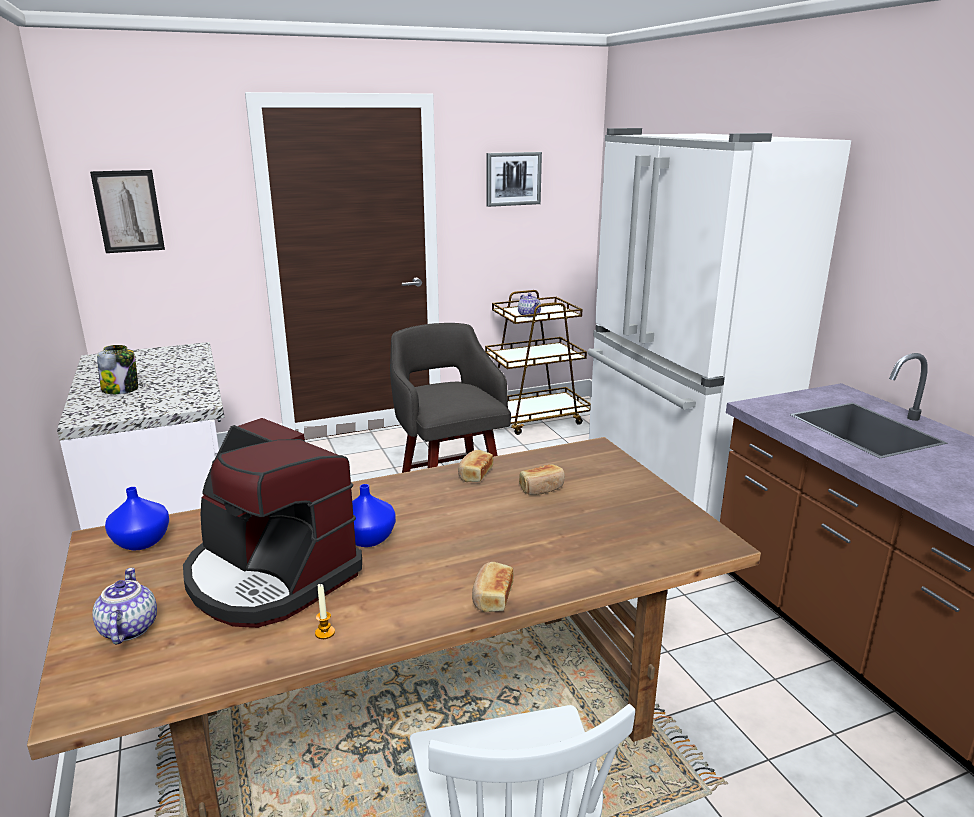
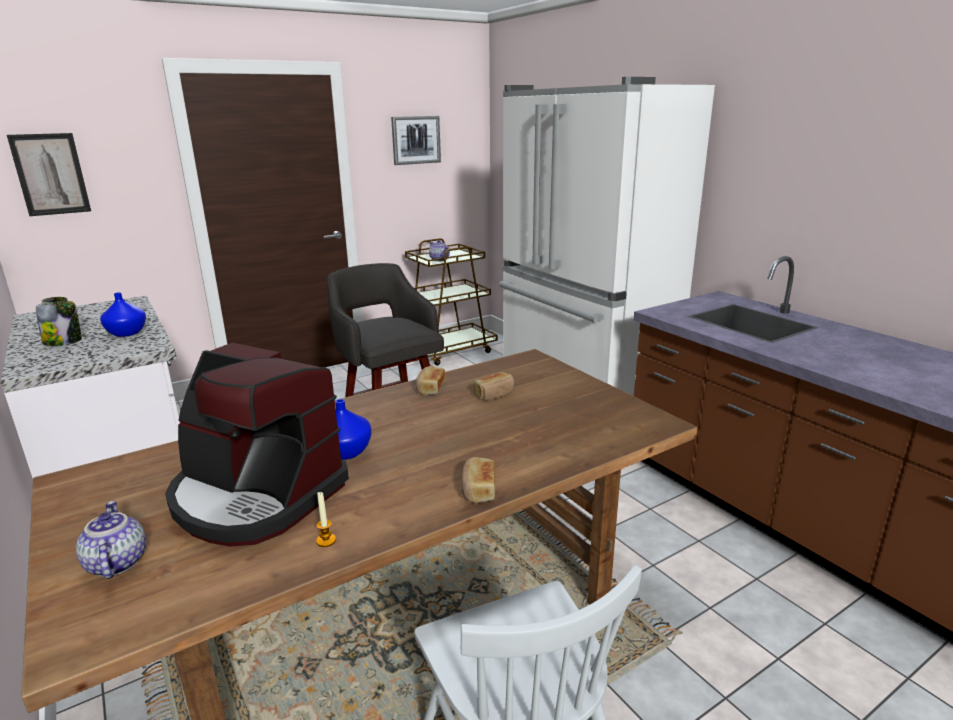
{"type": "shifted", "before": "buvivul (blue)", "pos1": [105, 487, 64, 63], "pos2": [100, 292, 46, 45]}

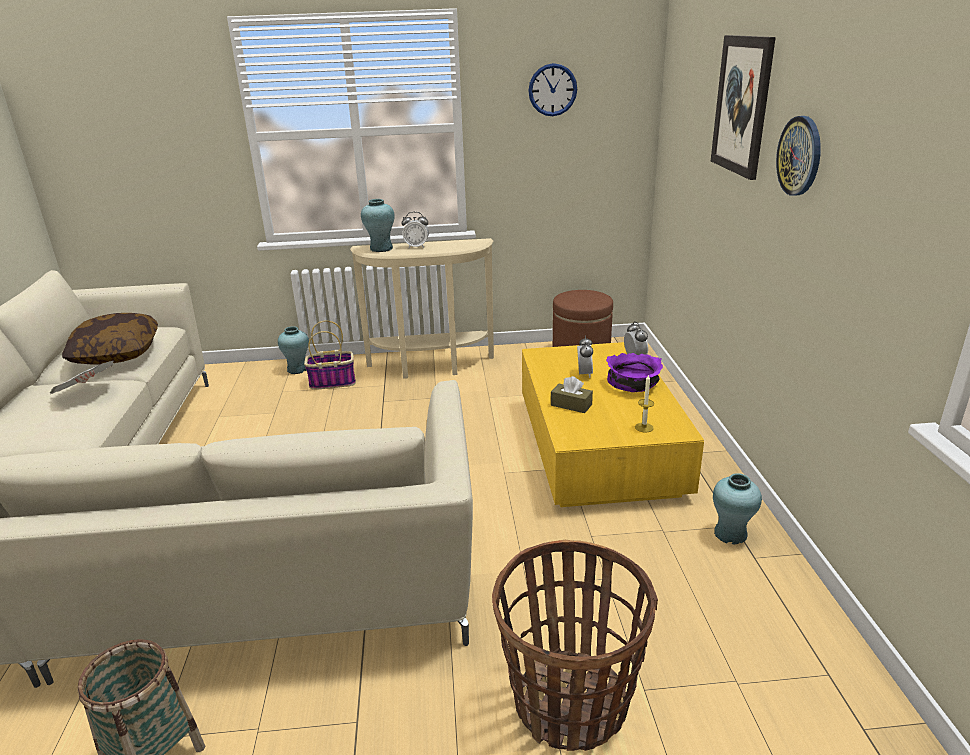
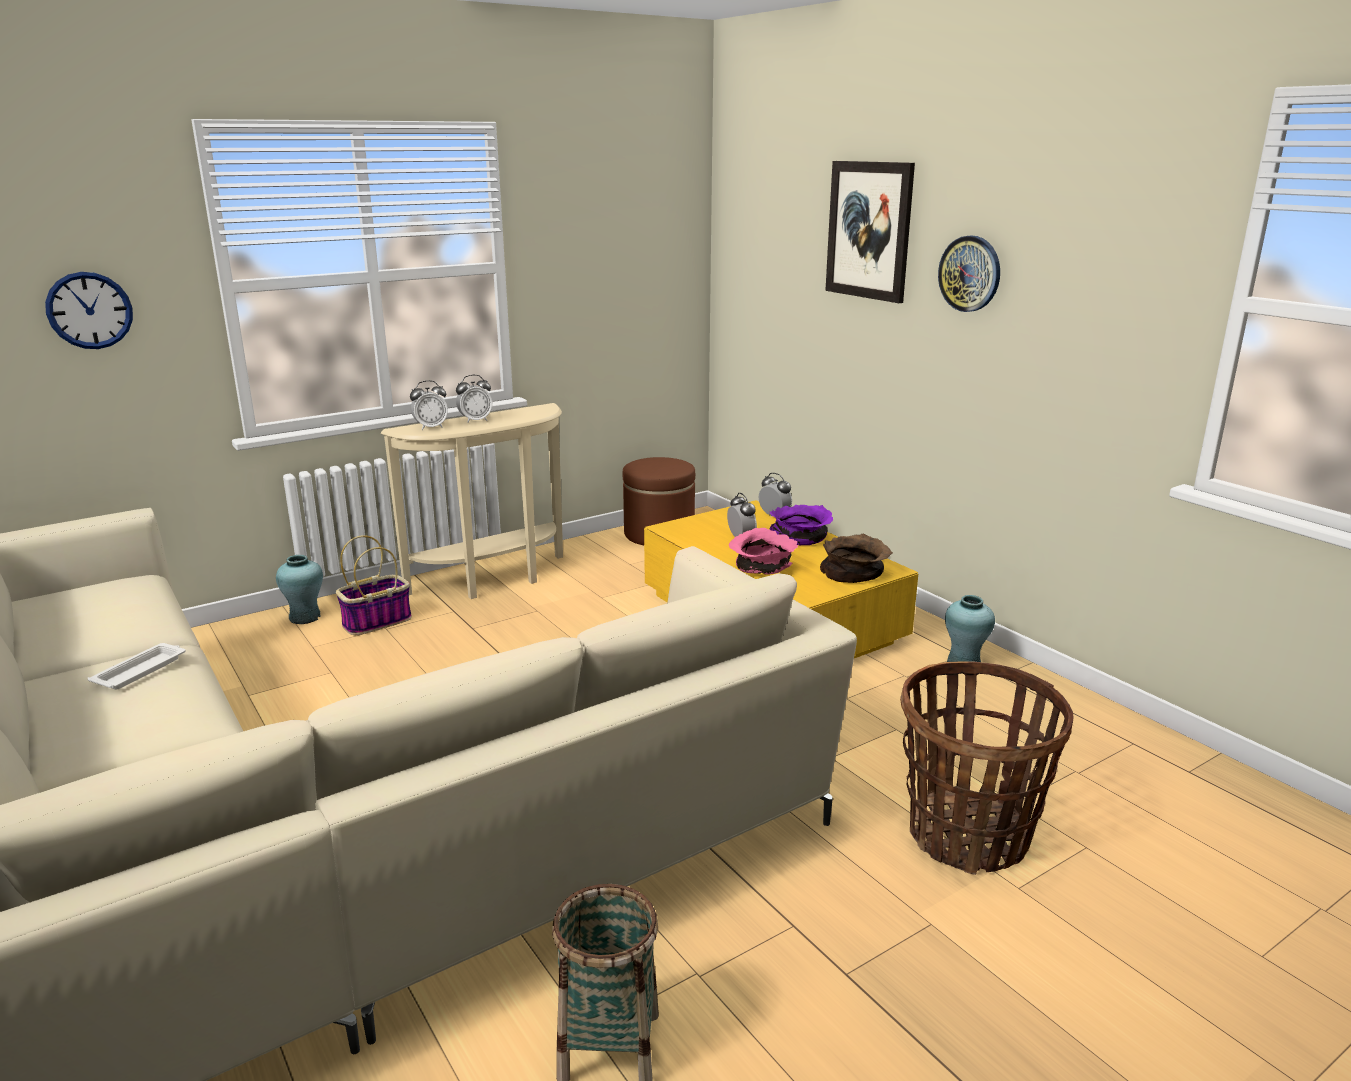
{"type": "shifted", "before": "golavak", "pos1": [528, 63, 49, 53], "pos2": [45, 272, 88, 77]}
{"type": "swapped", "before": "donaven", "after": "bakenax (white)", "pos1": [50, 361, 63, 33], "pos2": [88, 643, 98, 47]}
{"type": "swapped", "before": "buvivul (turquoise)", "after": "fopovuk", "pos1": [361, 199, 34, 53], "pos2": [410, 380, 38, 50]}
{"type": "swapped", "before": "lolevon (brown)", "after": "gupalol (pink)", "pos1": [551, 376, 42, 37], "pos2": [728, 528, 70, 46]}
{"type": "swapped", "before": "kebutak", "after": "gupalol (brown)", "pos1": [635, 374, 19, 58], "pos2": [820, 533, 73, 50]}
{"type": "gone", "before": "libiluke", "pos1": [62, 313, 96, 52]}

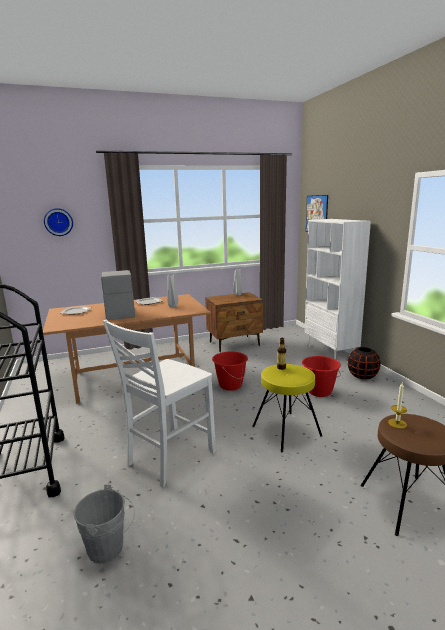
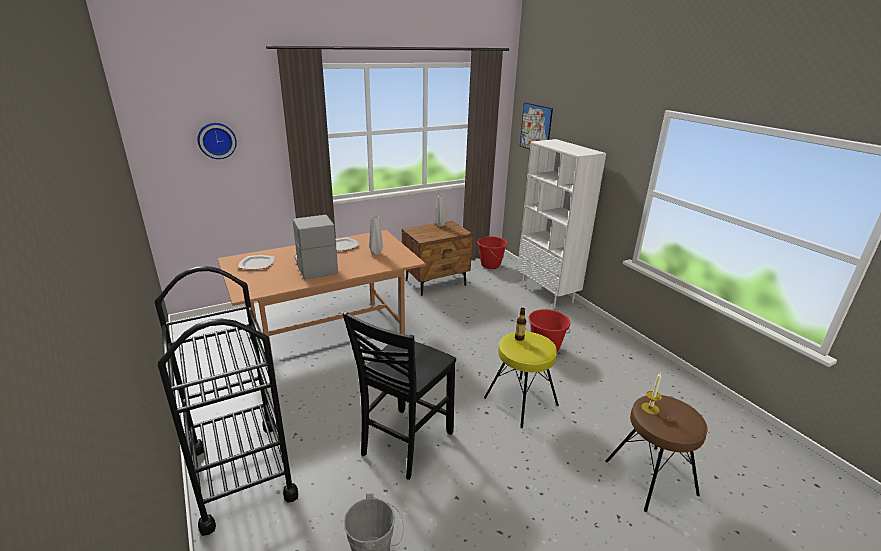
{"type": "repainted", "before": "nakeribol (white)", "after": "nakeribol (black)", "pos1": [103, 320, 113, 167], "pos2": [342, 311, 114, 169]}
{"type": "shifted", "before": "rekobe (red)", "pos1": [212, 352, 36, 39], "pos2": [477, 236, 31, 33]}
{"type": "gone", "before": "buvivul (black)", "pos1": [348, 347, 33, 33]}

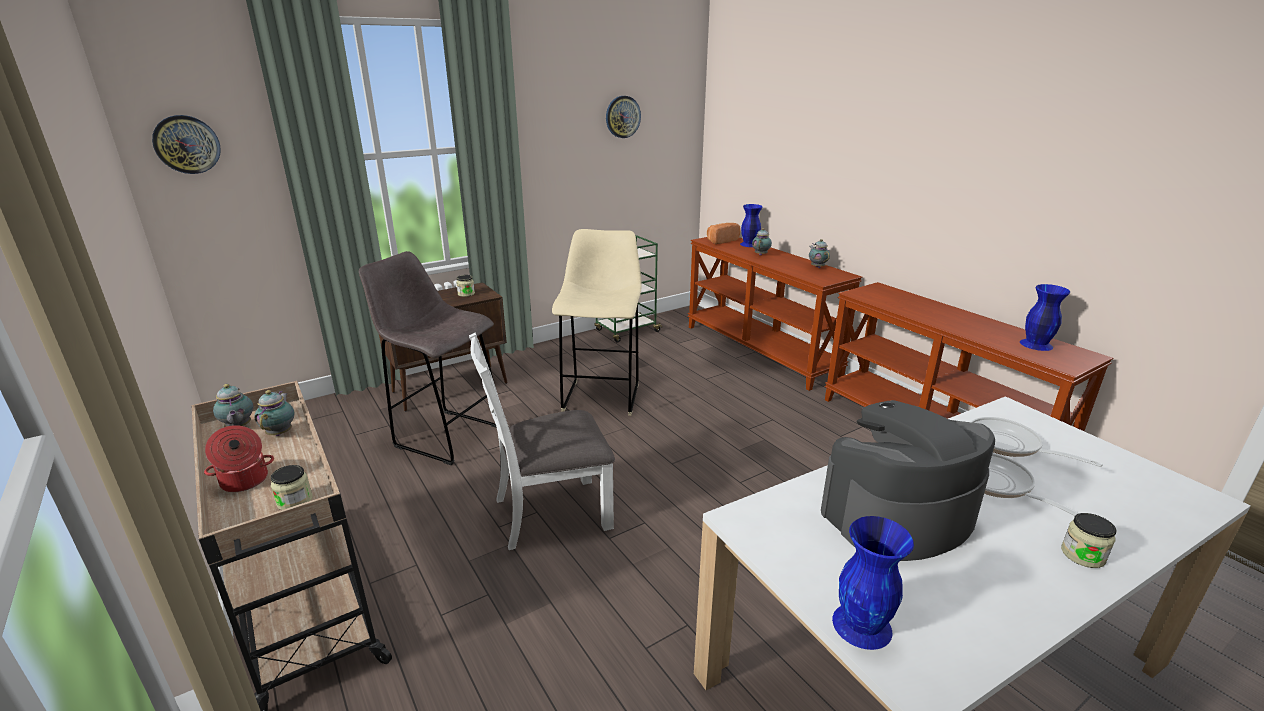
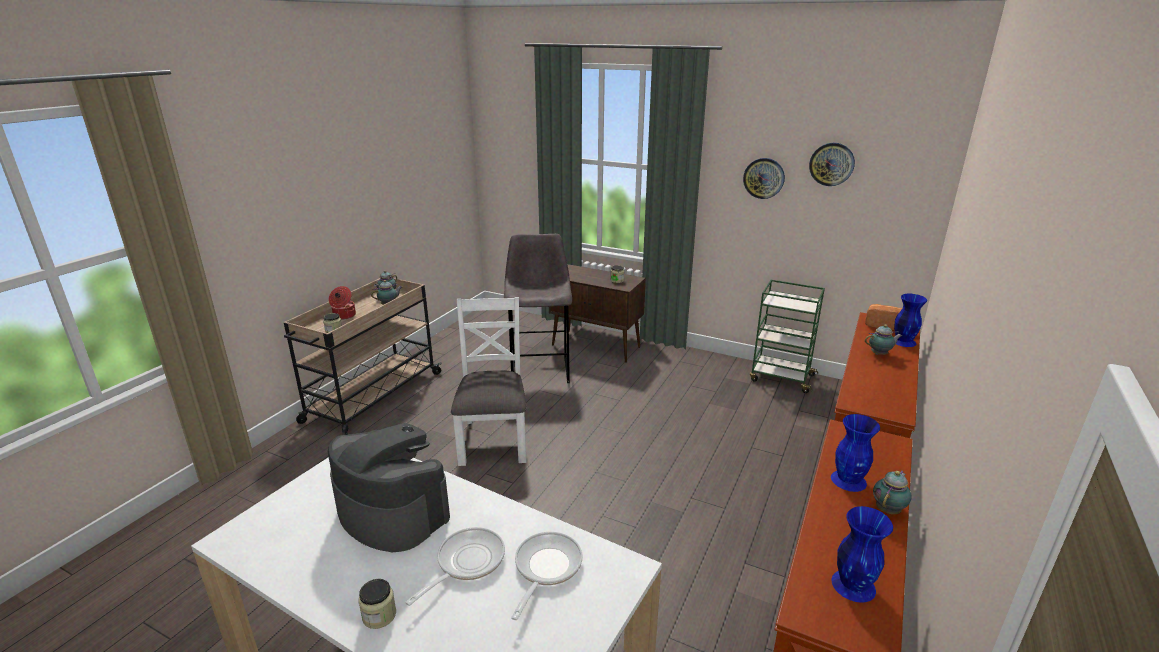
{"type": "rotated", "before": "nakeribol (white)", "pos1": [469, 333, 146, 217], "pos2": [451, 297, 76, 169], "turn": 45}
{"type": "shifted", "before": "golavak", "pos1": [152, 115, 69, 59], "pos2": [743, 158, 42, 41]}
{"type": "shifted", "before": "buvivul (blue)", "pos1": [832, 516, 82, 134], "pos2": [831, 414, 49, 78]}
{"type": "shifted", "before": "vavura", "pos1": [809, 239, 21, 29], "pos2": [873, 471, 39, 43]}
{"type": "gone", "before": "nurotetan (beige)", "pos1": [552, 229, 90, 187]}

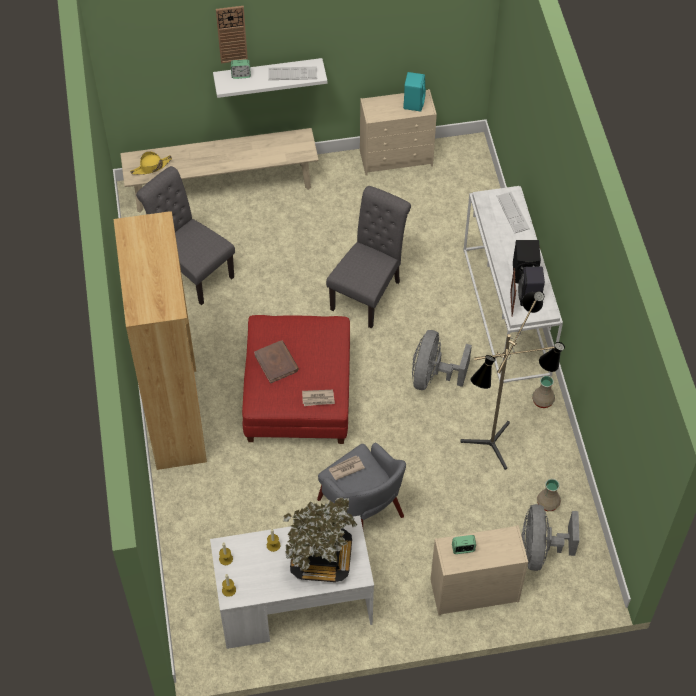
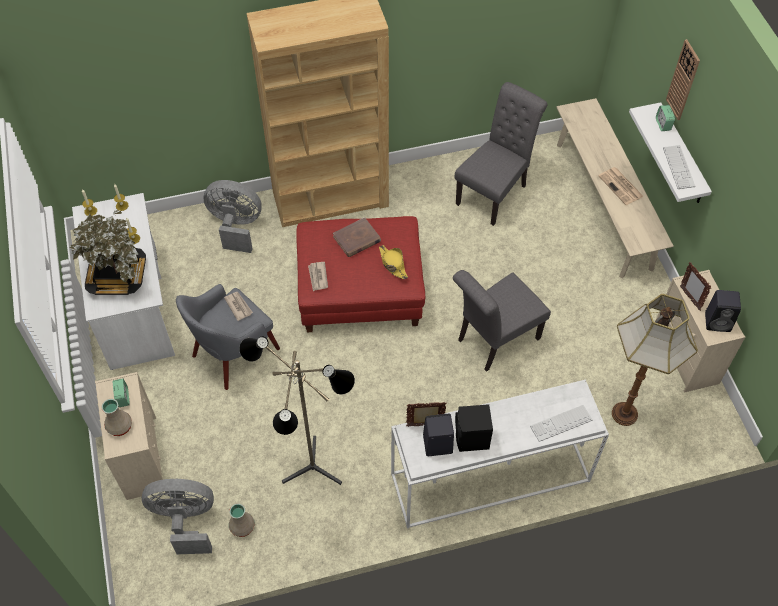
{"type": "shifted", "before": "buvivul (beige)", "pos1": [532, 375, 23, 33], "pos2": [101, 399, 31, 37]}
{"type": "shifted", "before": "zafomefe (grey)", "pos1": [412, 330, 60, 60], "pos2": [203, 180, 59, 73]}
{"type": "shifted", "before": "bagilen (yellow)", "pos1": [130, 151, 42, 24], "pos2": [379, 245, 29, 34]}
{"type": "rotated", "before": "nakeribol (grey)", "pos1": [326, 186, 85, 143], "pos2": [453, 270, 98, 102], "turn": 120}
{"type": "new", "after": "donaven", "pos2": [598, 167, 46, 38]}
{"type": "new", "after": "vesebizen", "pos2": [612, 294, 86, 132]}
{"type": "new", "after": "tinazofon", "pos2": [680, 262, 31, 49]}
{"type": "repainted", "before": "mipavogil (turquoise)", "after": "mipavogil (black)", "pos1": [403, 72, 23, 39], "pos2": [705, 290, 36, 42]}

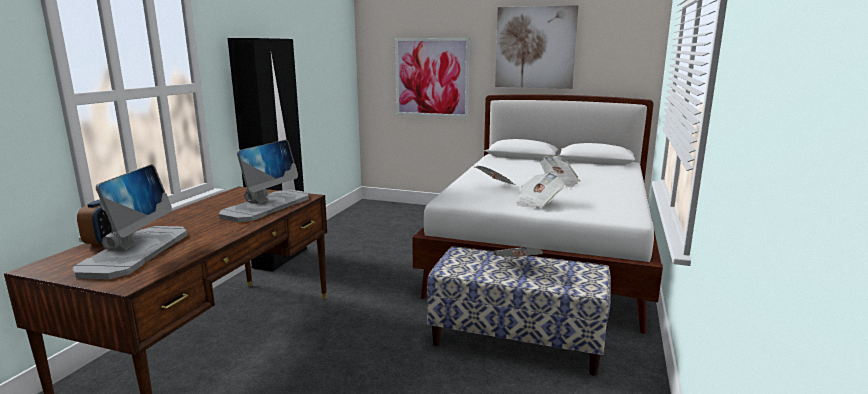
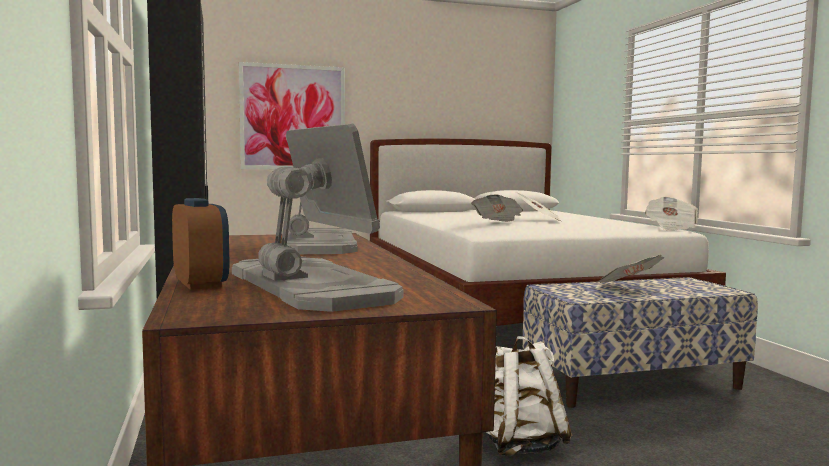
{"type": "new", "after": "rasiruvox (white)", "pos2": [486, 336, 86, 120]}
{"type": "shifted", "before": "donaven", "pos1": [516, 173, 48, 34], "pos2": [645, 197, 53, 34]}
{"type": "gone", "before": "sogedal", "pos1": [495, 5, 84, 84]}

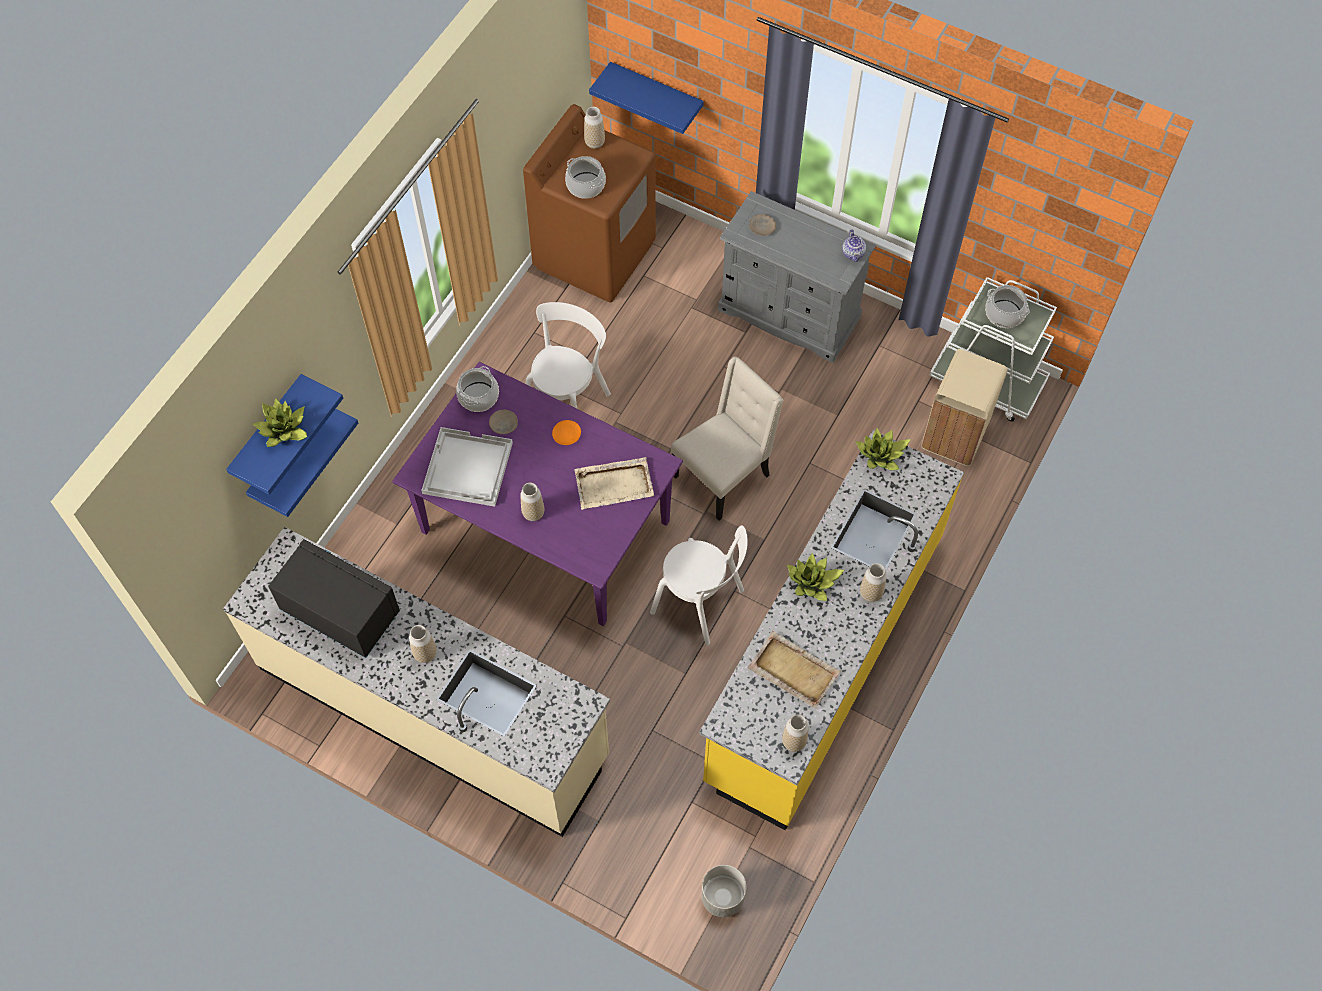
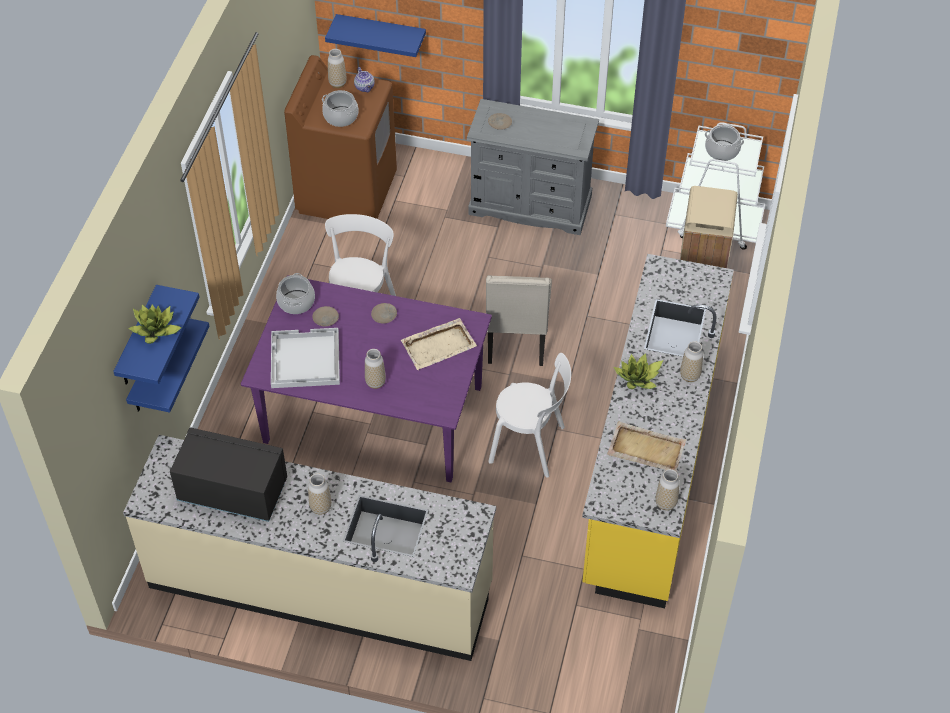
{"type": "shifted", "before": "vavura", "pos1": [842, 229, 24, 33], "pos2": [354, 67, 21, 25]}
{"type": "repainted", "before": "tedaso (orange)", "after": "tedaso (beige)", "pos1": [552, 420, 29, 25], "pos2": [371, 303, 26, 20]}
{"type": "rotated", "before": "nakeribol (beige)", "pos1": [671, 356, 112, 165], "pos2": [486, 275, 66, 91], "turn": 150}
{"type": "gone", "before": "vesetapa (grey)", "pos1": [701, 865, 45, 52]}
{"type": "gone", "before": "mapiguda", "pos1": [855, 428, 56, 43]}

